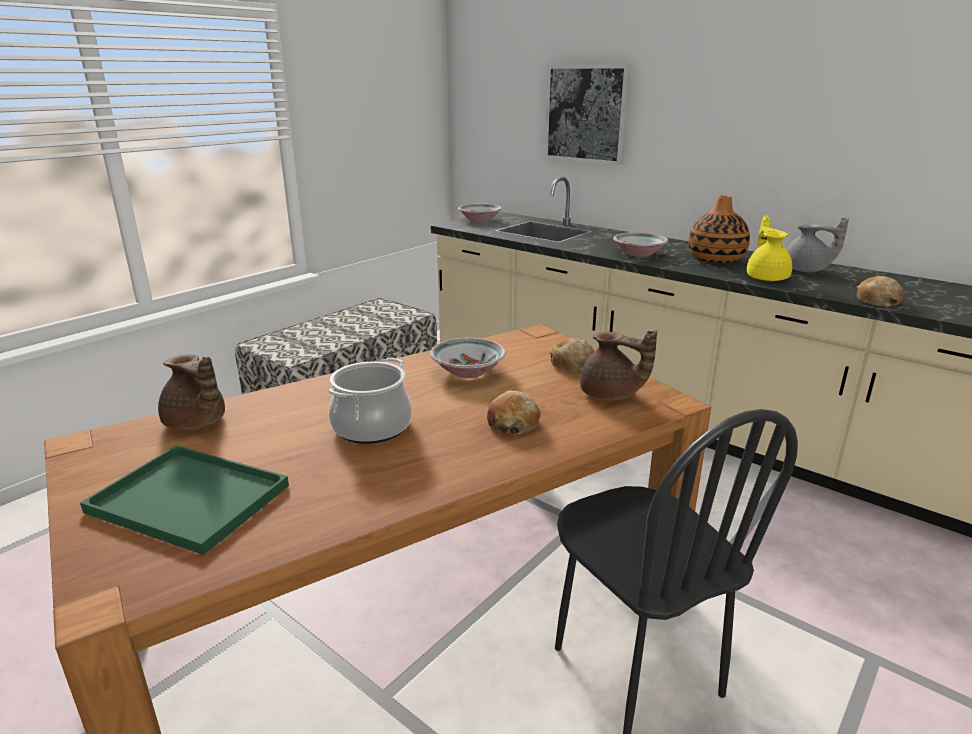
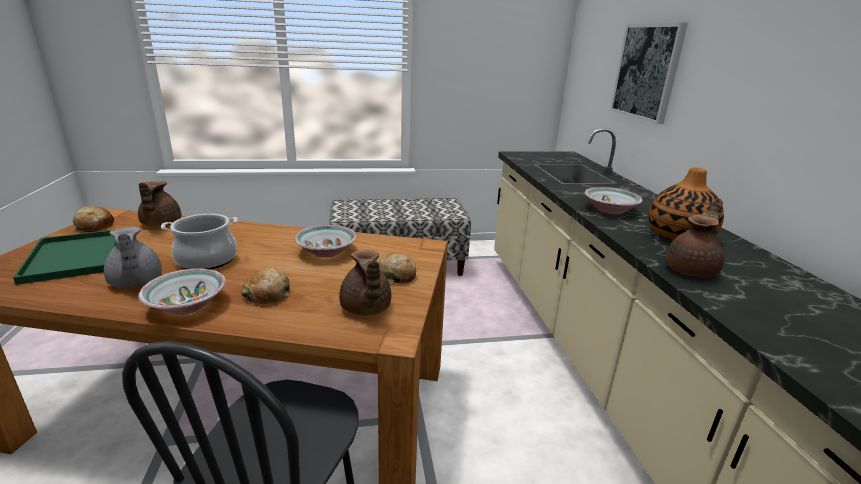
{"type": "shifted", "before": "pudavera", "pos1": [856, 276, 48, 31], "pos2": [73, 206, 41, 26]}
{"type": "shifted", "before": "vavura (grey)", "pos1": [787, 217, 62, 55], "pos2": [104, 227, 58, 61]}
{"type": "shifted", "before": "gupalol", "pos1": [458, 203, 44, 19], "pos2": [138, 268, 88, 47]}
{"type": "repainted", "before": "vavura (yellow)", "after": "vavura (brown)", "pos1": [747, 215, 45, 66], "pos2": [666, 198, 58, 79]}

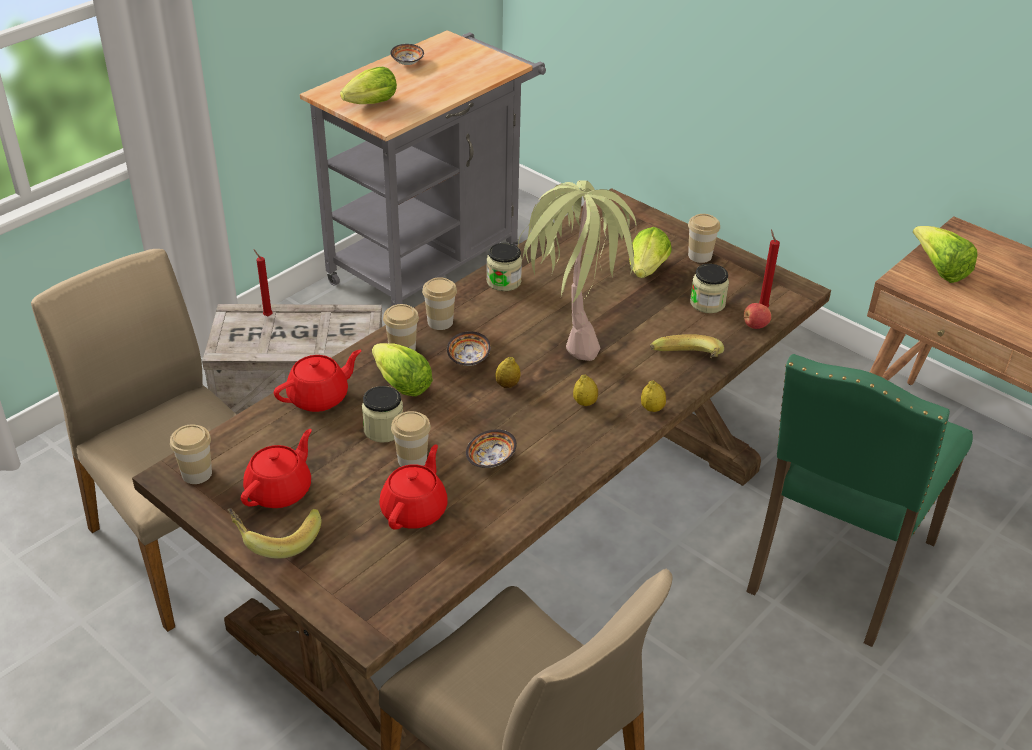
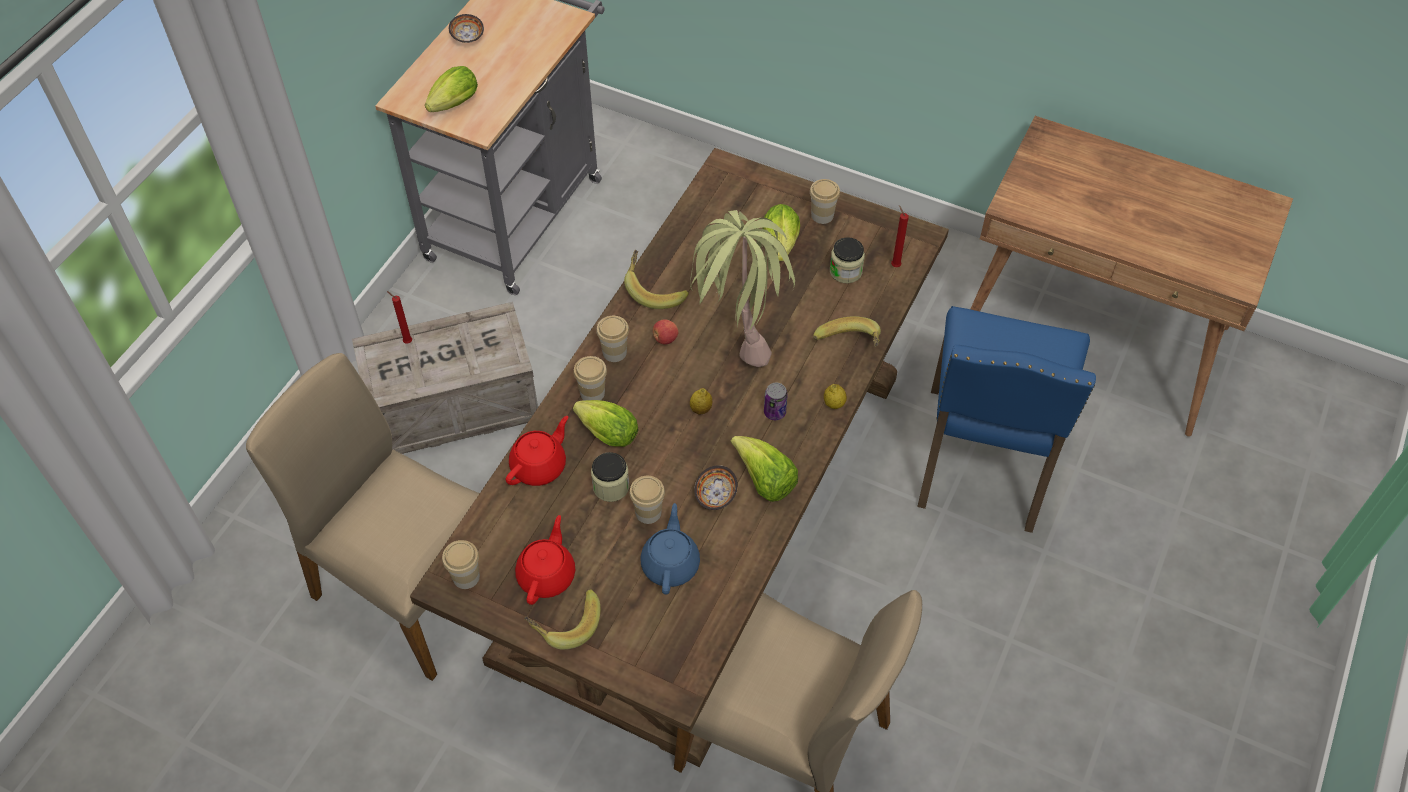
{"type": "swapped", "before": "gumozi", "after": "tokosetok", "pos1": [487, 243, 35, 48], "pos2": [624, 250, 65, 59]}
{"type": "repainted", "before": "vavura (red)", "after": "vavura (blue)", "pos1": [379, 444, 68, 86], "pos2": [641, 503, 59, 92]}
{"type": "shifted", "before": "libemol", "pos1": [744, 303, 27, 26], "pos2": [653, 319, 25, 26]}
{"type": "shifted", "before": "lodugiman", "pos1": [913, 226, 65, 57], "pos2": [731, 436, 67, 66]}
{"type": "swapped", "before": "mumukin", "after": "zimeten", "pos1": [573, 375, 25, 31], "pos2": [764, 383, 24, 37]}
{"type": "repainted", "before": "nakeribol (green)", "after": "nakeribol (blue)", "pos1": [746, 354, 227, 293], "pos2": [917, 306, 179, 227]}
{"type": "gone", "before": "gupalol", "pos1": [447, 331, 44, 35]}

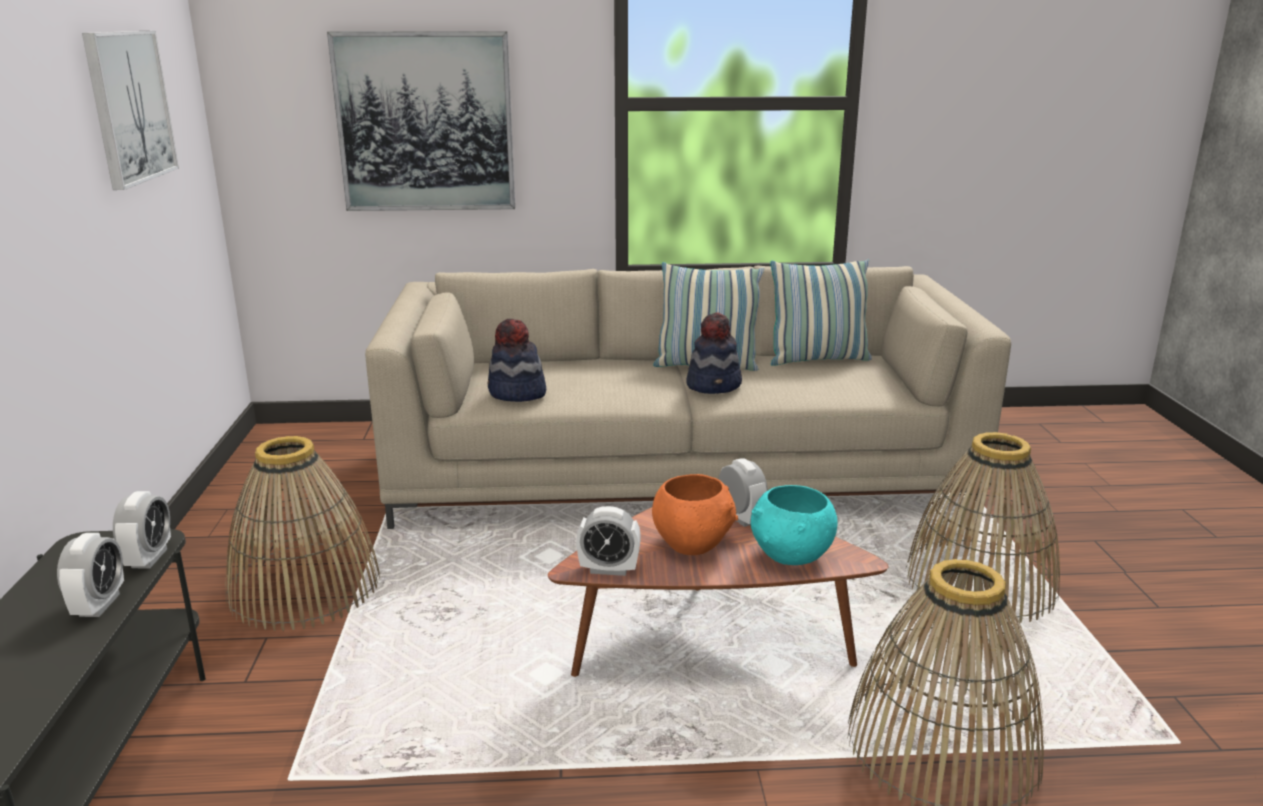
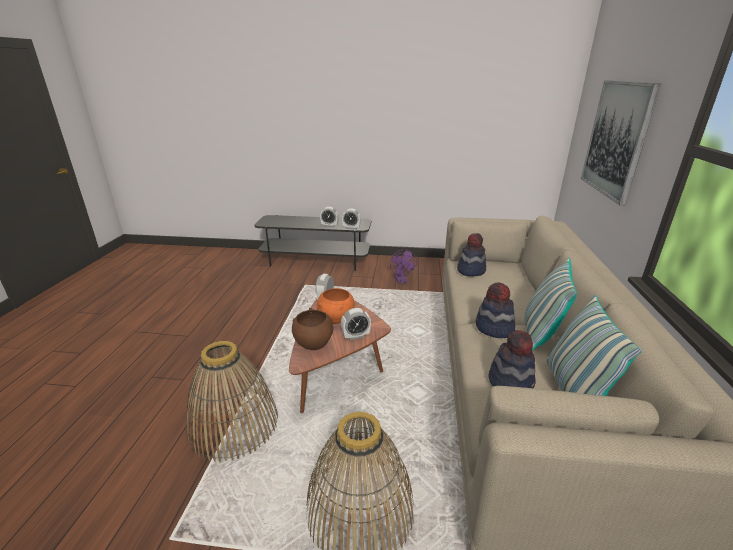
{"type": "repainted", "before": "gupalol (turquoise)", "after": "gupalol (brown)", "pos1": [751, 485, 87, 80], "pos2": [292, 308, 41, 42]}
{"type": "swapped", "before": "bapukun", "after": "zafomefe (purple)", "pos1": [225, 436, 155, 195], "pos2": [390, 249, 27, 35]}
{"type": "new", "after": "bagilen", "pos2": [488, 330, 47, 58]}
{"type": "gone", "before": "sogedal", "pos1": [82, 31, 97, 159]}

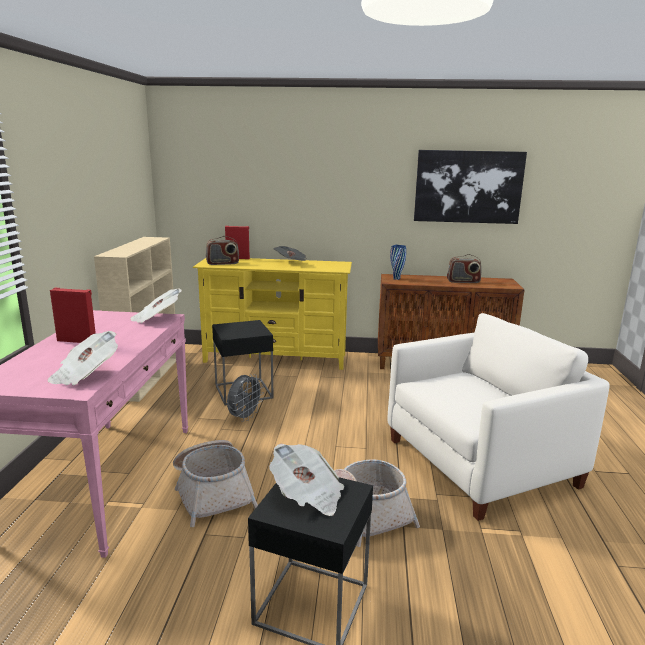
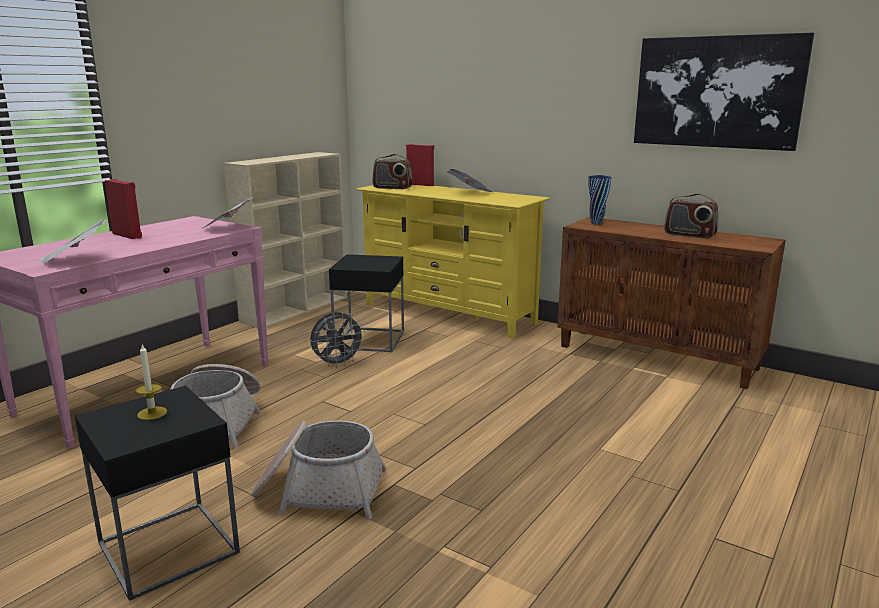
{"type": "swapped", "before": "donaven", "after": "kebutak", "pos1": [269, 444, 75, 72], "pos2": [136, 344, 31, 76]}
{"type": "gone", "before": "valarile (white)", "pos1": [388, 313, 222, 208]}

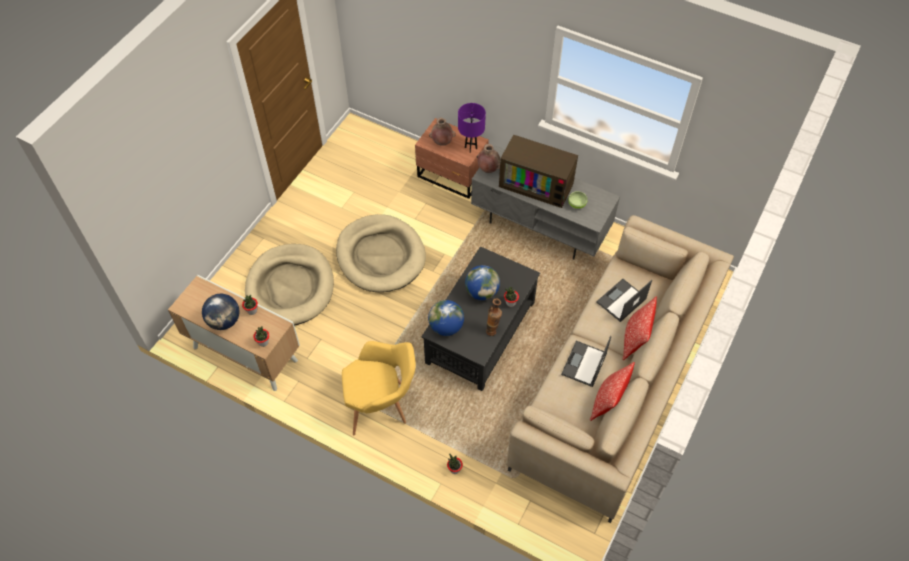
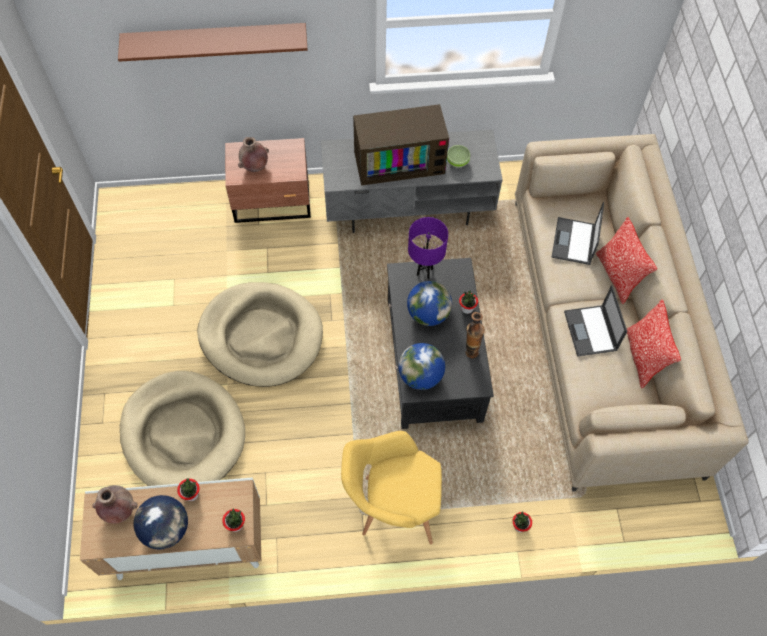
{"type": "shifted", "before": "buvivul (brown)", "pos1": [477, 144, 23, 29], "pos2": [92, 485, 46, 39]}
{"type": "new", "after": "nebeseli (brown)", "pos2": [118, 23, 190, 39]}
{"type": "rotated", "before": "valarile (yellow)", "pos1": [342, 341, 74, 94], "pos2": [341, 431, 101, 113], "turn": -135}
{"type": "shifted", "before": "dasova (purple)", "pos1": [458, 103, 28, 50], "pos2": [408, 217, 40, 62]}

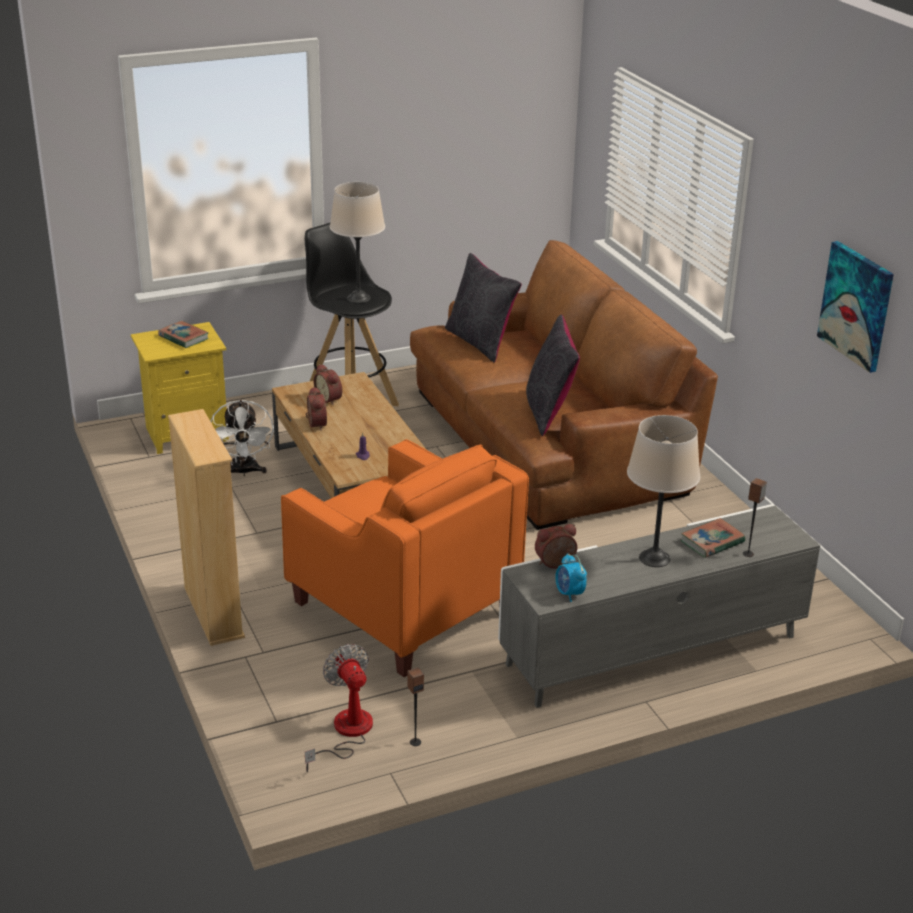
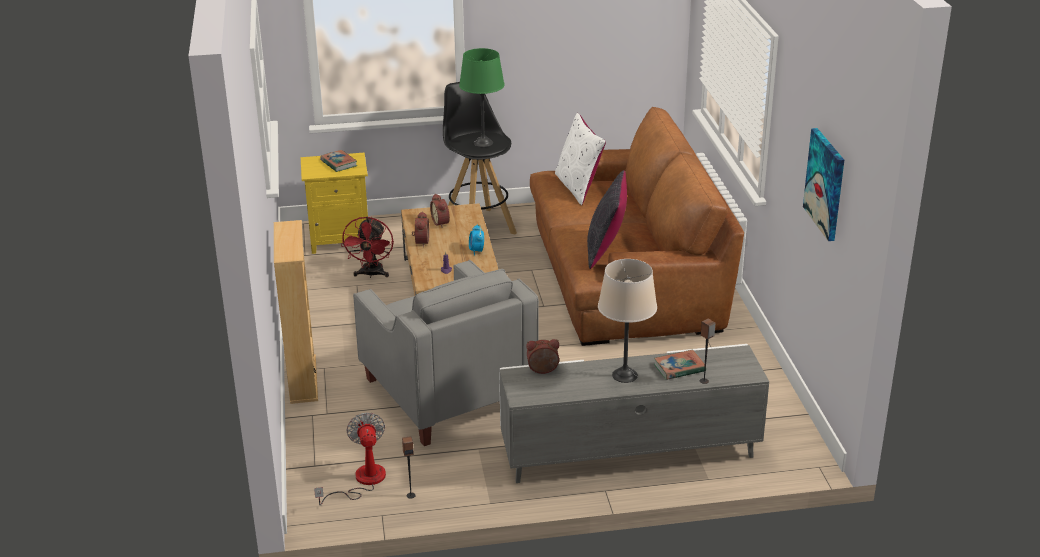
{"type": "repainted", "before": "zafomefe (white)", "after": "zafomefe (red)", "pos1": [210, 400, 64, 76], "pos2": [341, 216, 53, 62]}
{"type": "repainted", "before": "valarile (orange)", "after": "valarile (grey)", "pos1": [281, 439, 248, 238], "pos2": [353, 260, 186, 186]}
{"type": "repainted", "before": "dasova (beige)", "after": "dasova (green)", "pos1": [330, 182, 55, 121], "pos2": [459, 48, 46, 99]}
{"type": "shifted", "before": "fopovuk", "pos1": [555, 553, 32, 49], "pos2": [469, 225, 15, 31]}
{"type": "repainted", "before": "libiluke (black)", "after": "libiluke (white)", "pos1": [445, 253, 77, 110], "pos2": [555, 113, 51, 92]}

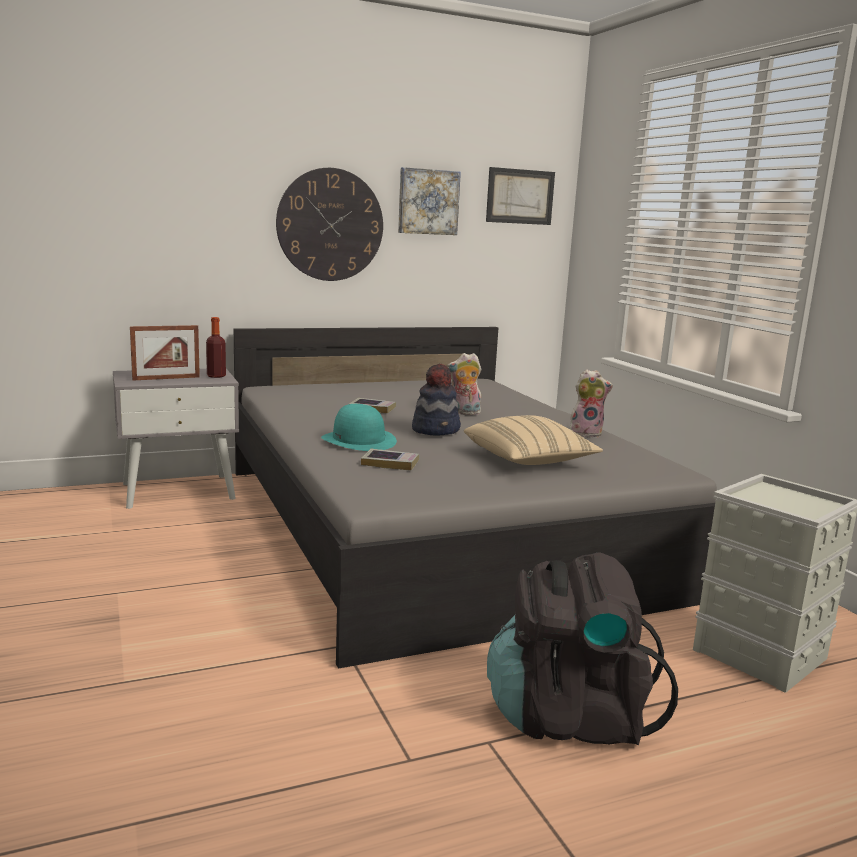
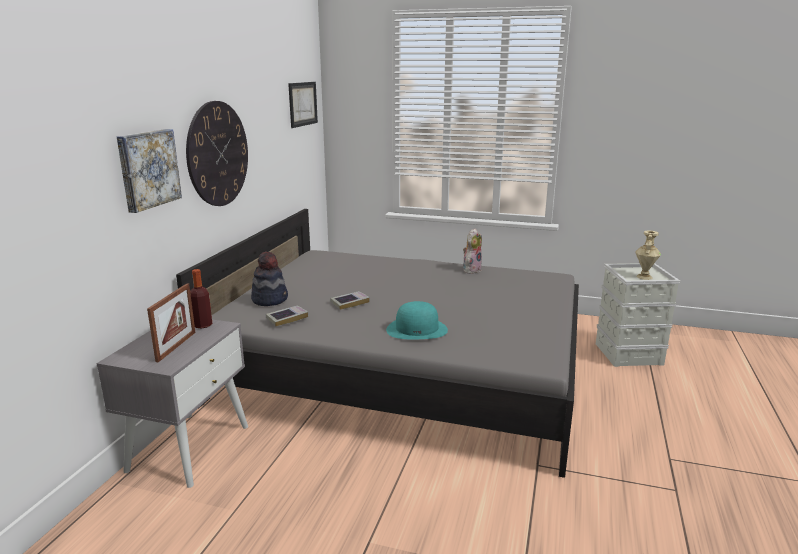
{"type": "shifted", "before": "sogedal", "pos1": [398, 167, 63, 68], "pos2": [117, 129, 65, 84]}
{"type": "shifted", "before": "bagilen", "pos1": [412, 364, 49, 71], "pos2": [251, 252, 37, 54]}
{"type": "shifted", "before": "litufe", "pos1": [361, 449, 59, 22], "pos2": [266, 305, 42, 21]}
{"type": "new", "after": "buvivul (beige)", "pos2": [635, 231, 26, 49]}
{"type": "gone", "before": "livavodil", "pos1": [447, 353, 34, 62]}
{"type": "gone", "before": "libiluke (beige)", "pos1": [464, 415, 139, 50]}
{"type": "gone", "before": "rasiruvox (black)", "pos1": [487, 552, 191, 194]}

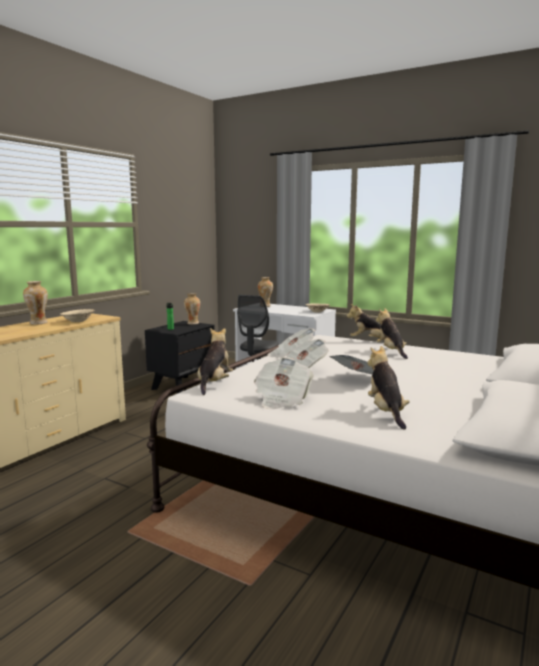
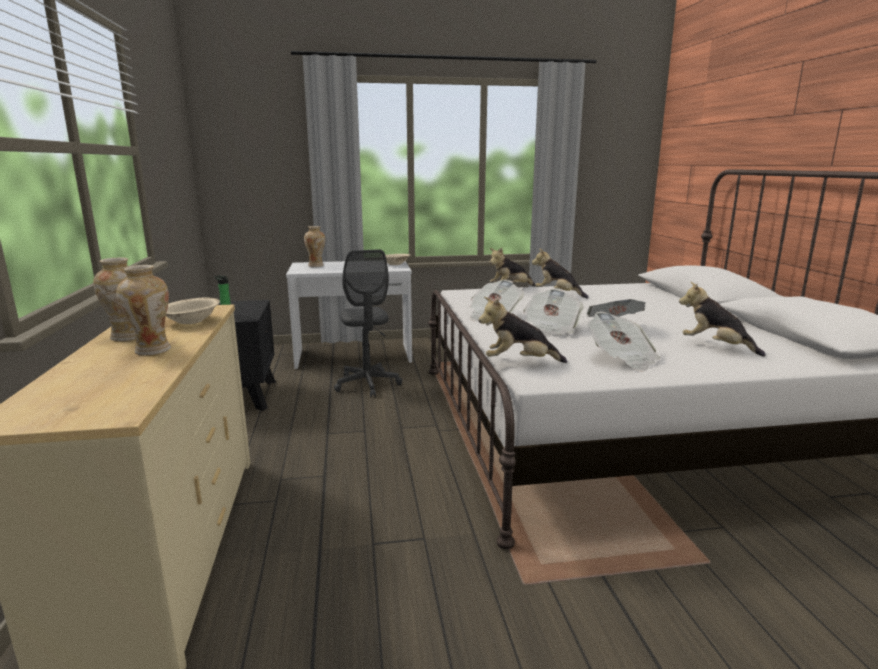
{"type": "shifted", "before": "buvivul", "pos1": [184, 293, 16, 32], "pos2": [116, 265, 55, 90]}
{"type": "rotated", "before": "livavodil", "pos1": [198, 328, 35, 67], "pos2": [479, 297, 88, 66], "turn": -60}

